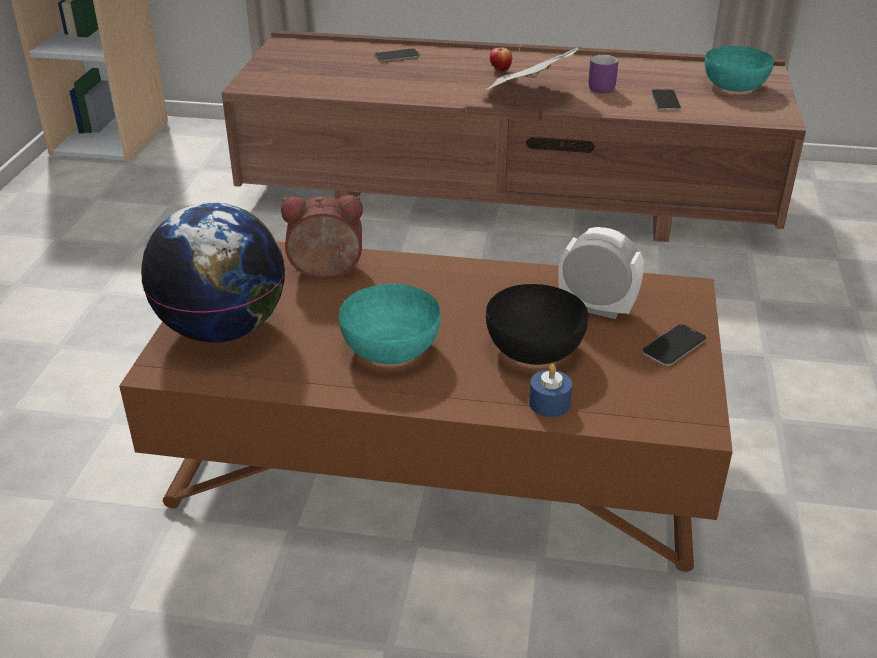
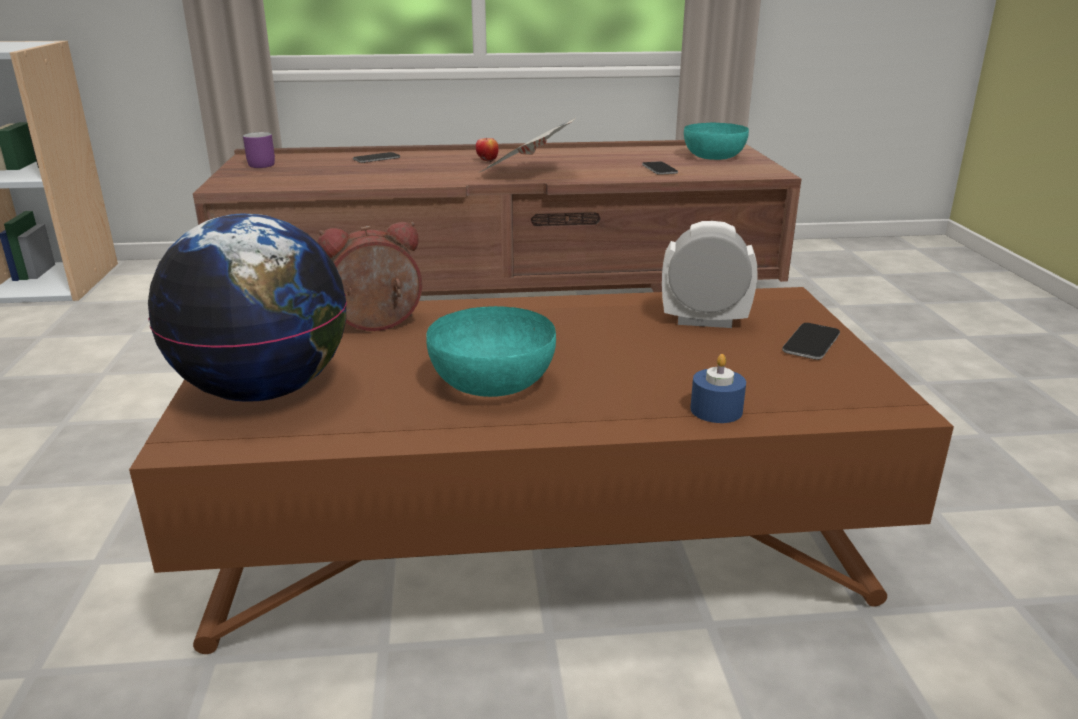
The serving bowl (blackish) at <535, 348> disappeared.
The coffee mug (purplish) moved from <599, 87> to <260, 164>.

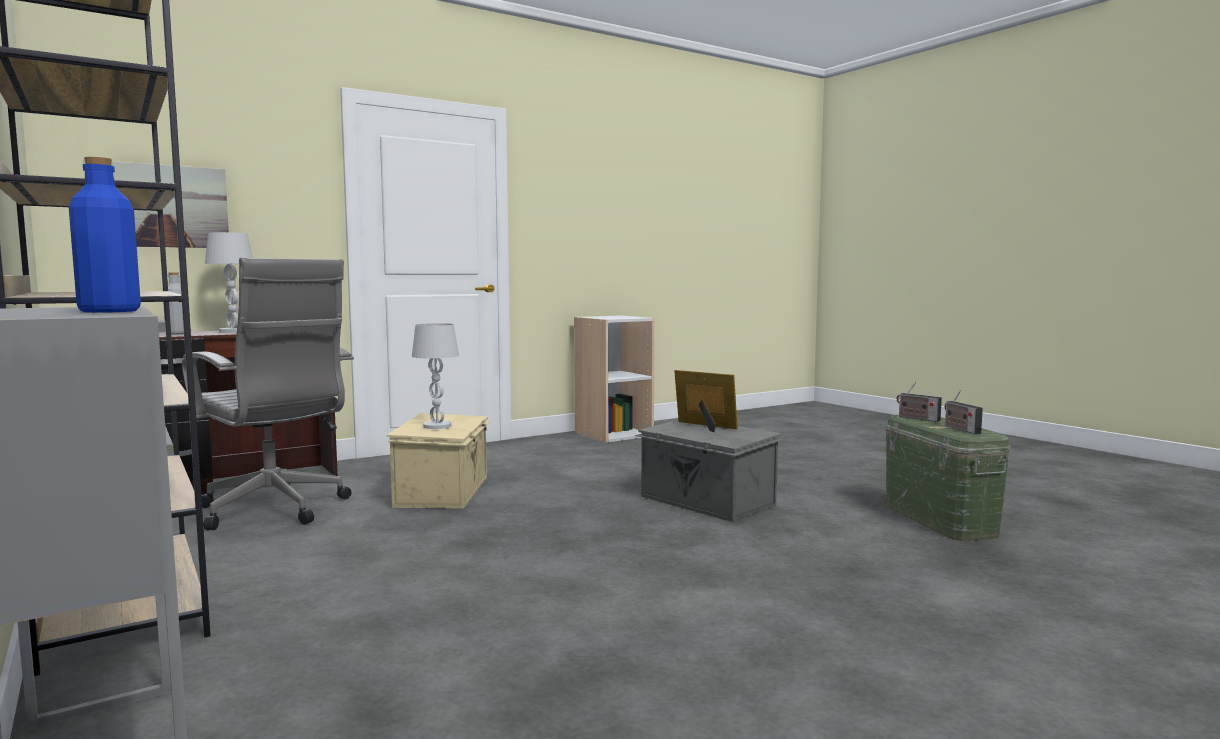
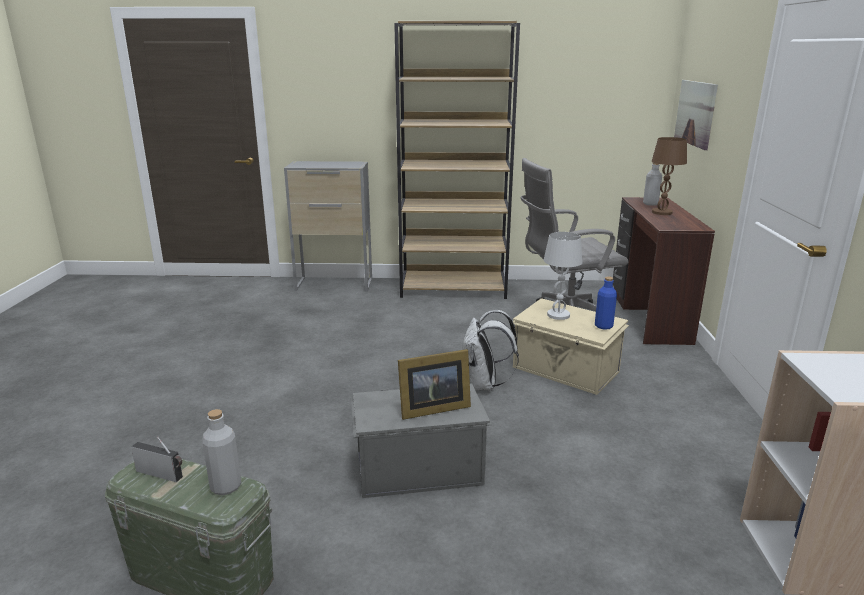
The knapsack (white) at <484, 385> appeared.
The beverage bottle (blue) moved from <109, 311> to <603, 326>.
The radio set at <916, 418> was replaced by the beverage bottle (grey) at <226, 486>.
The tabletop lamp (white) at <234, 331> became the tabletop lamp (brown) at <662, 212>.

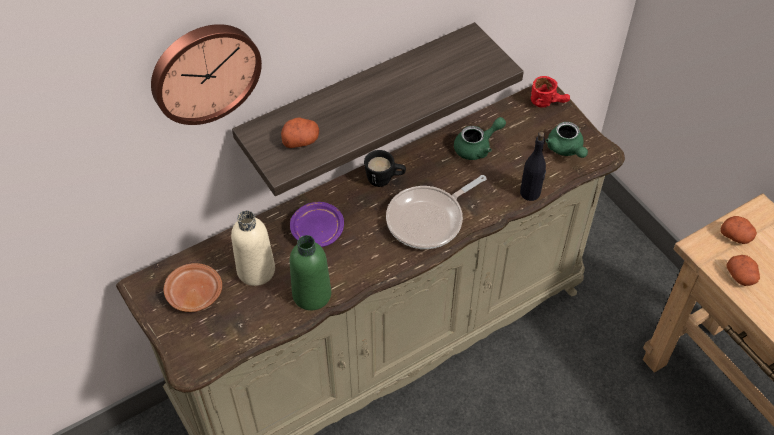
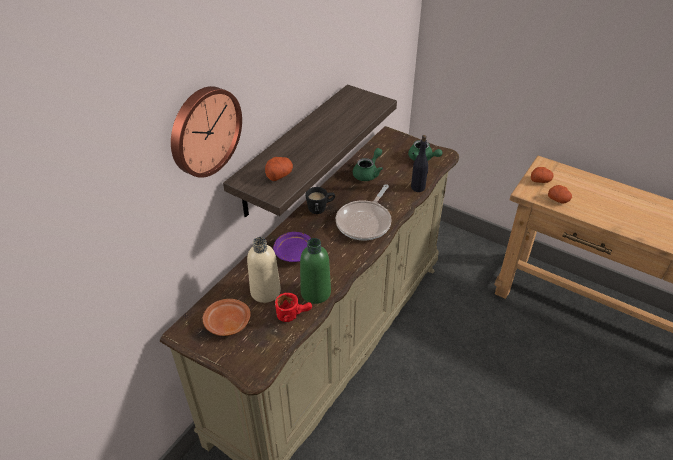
The coffee mug (red-coloured) moved from <549, 102> to <294, 314>.

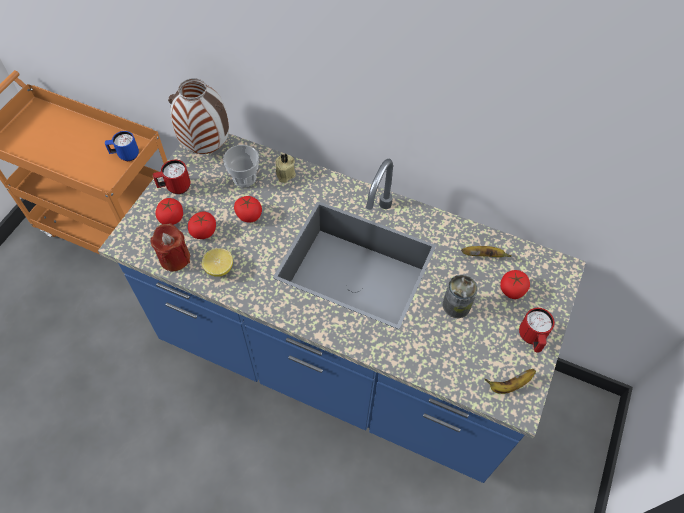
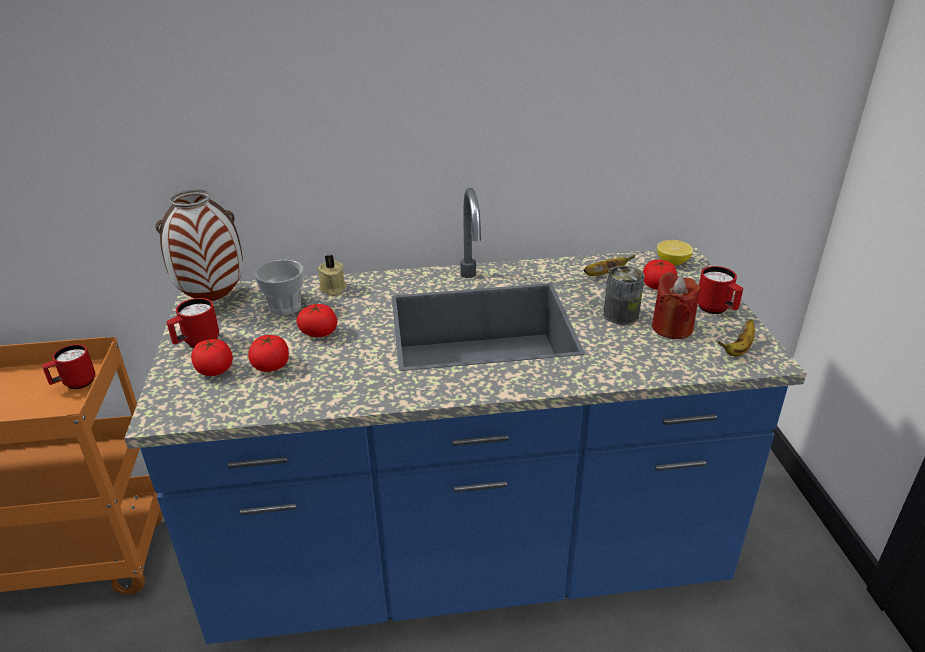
The candle (red-coloured) moved from <174, 258> to <672, 328>.
The citrus fruit moved from <219, 268> to <672, 262>.
The coffee mug (blue) at <125, 155> became the coffee mug (red-coloured) at <74, 384>.

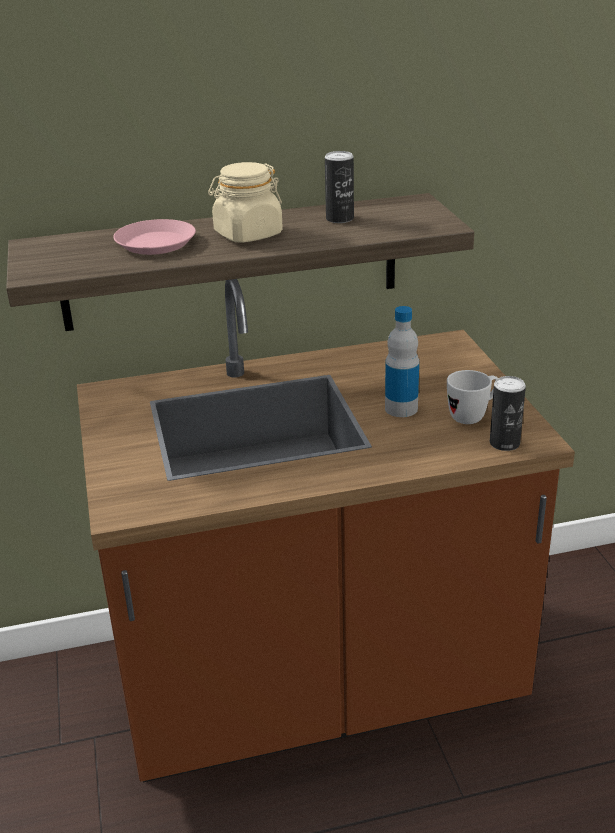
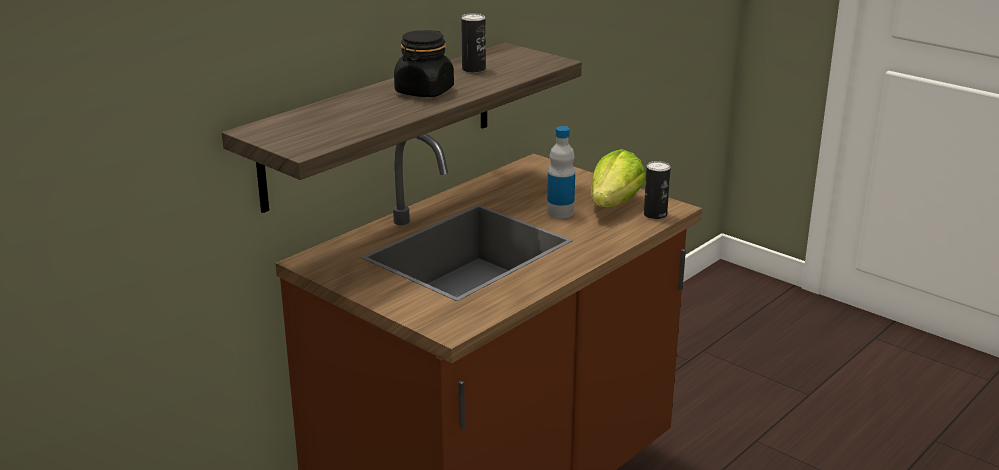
The plate (pinkish) at <155, 243> disappeared.
The coffee mug (white) at <473, 416> was replaced by the lettuce at <614, 204>.
The preserve jar (beige-coloured) at <248, 234> became the preserve jar (blackish) at <424, 91>.

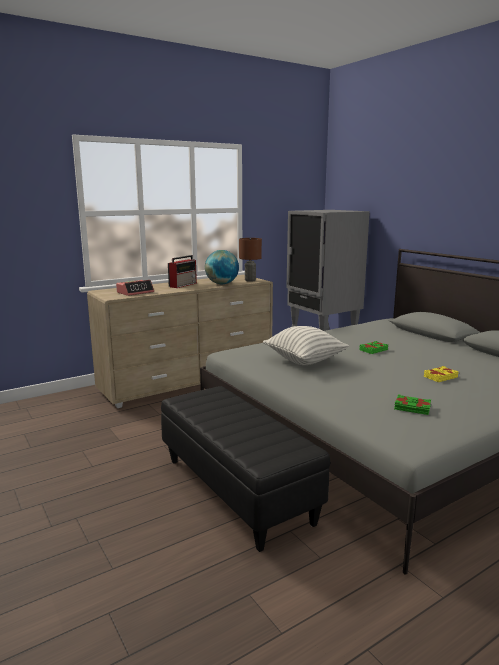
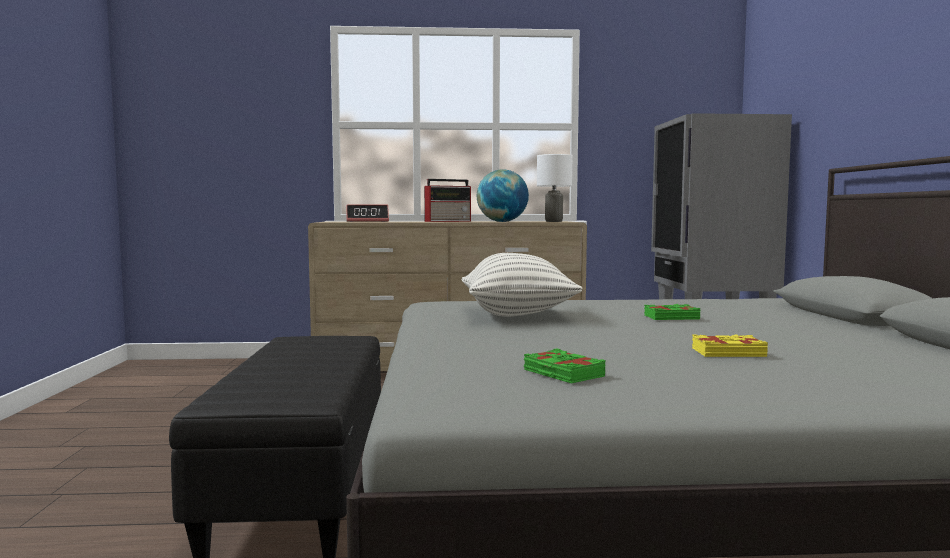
The tabletop lamp (brown) at <251, 280> became the tabletop lamp (white) at <554, 221>.

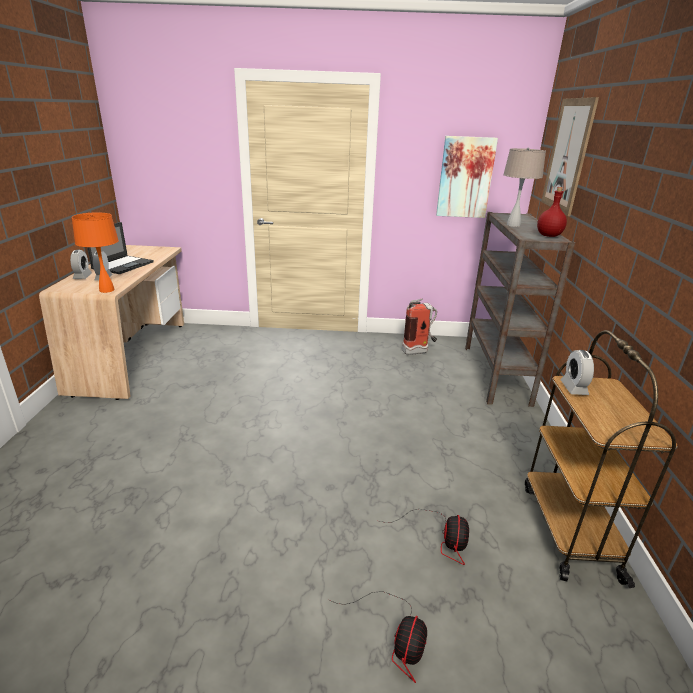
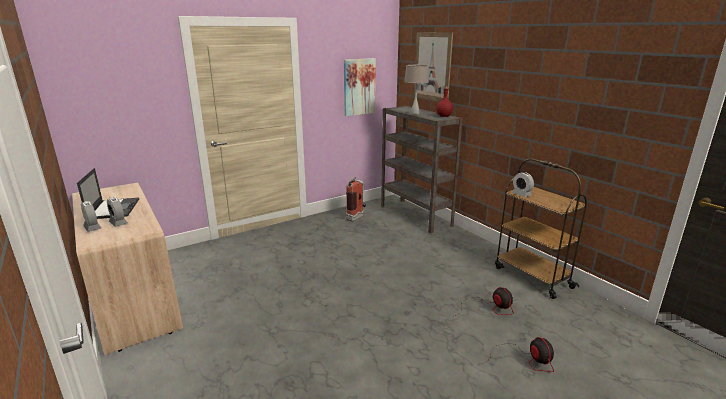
The tabletop lamp (orange-coloured) at <107, 290> disappeared.

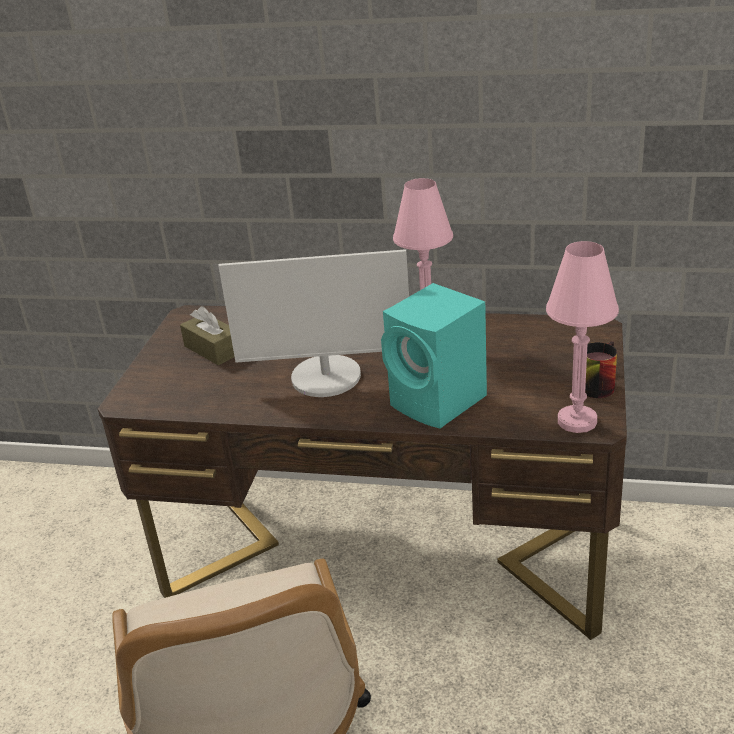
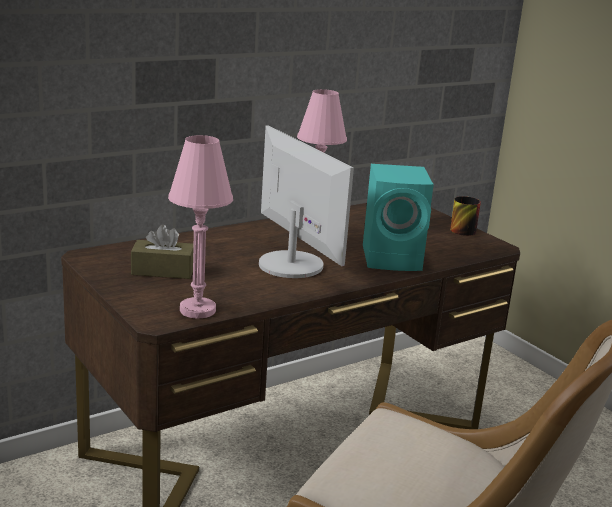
The tabletop lamp (pinkish) moved from <577, 421> to <197, 310>.
The computer display at <326, 377> turned 75 degrees counterclockwise.

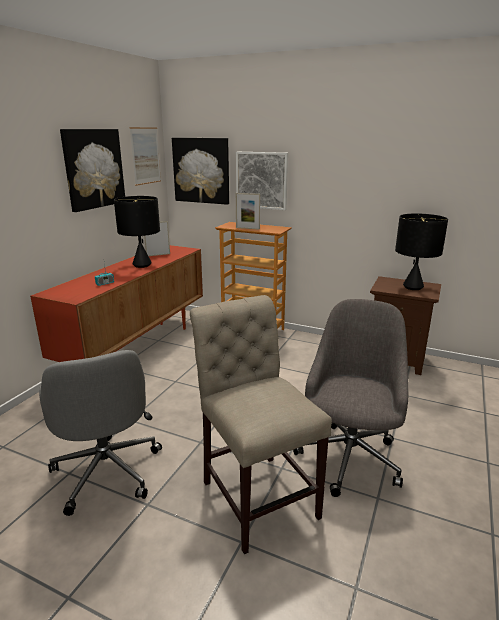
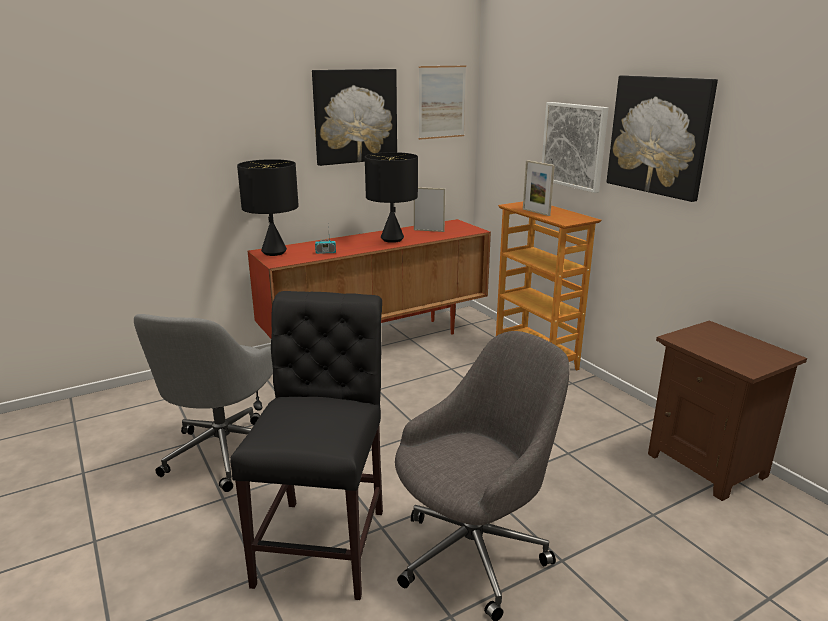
The wall picture moved from <201, 170> to <659, 136>.
The tabletop lamp (blackish) moved from <413, 287> to <274, 253>.
The plain chair (beige-coloured) at <256, 494> became the plain chair (blackish) at <325, 540>.

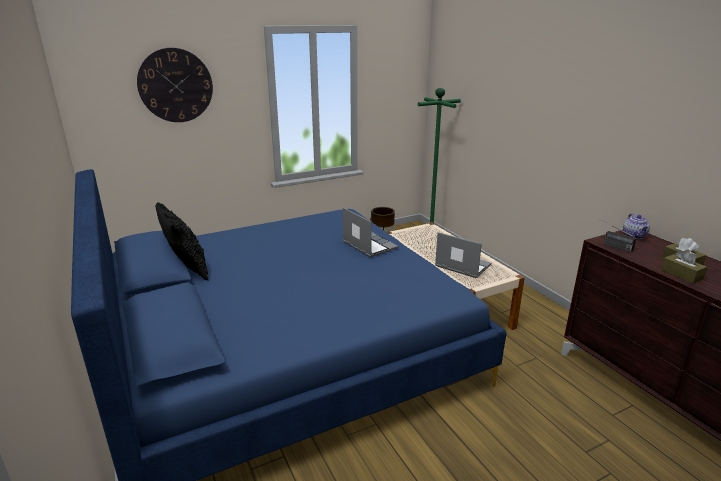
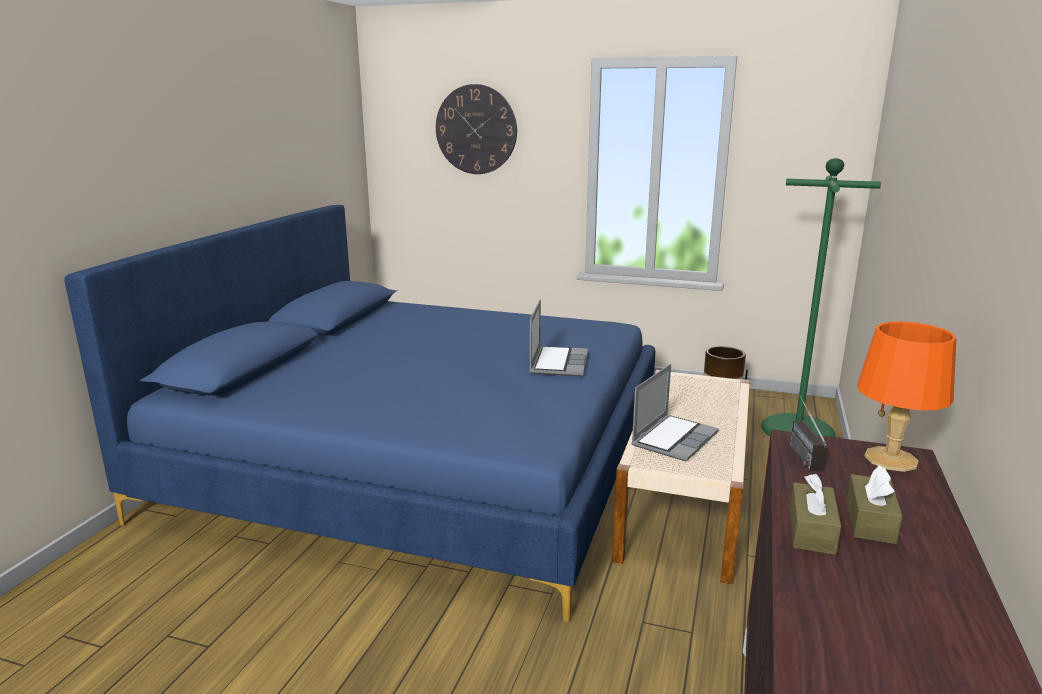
The throw pillow (blackish) at <188, 269> disappeared.
The pot for tea at <634, 236> was replaced by the tabletop lamp (orange-coloured) at <891, 460>.
The portable computer at <461, 266> turned 45 degrees clockwise.

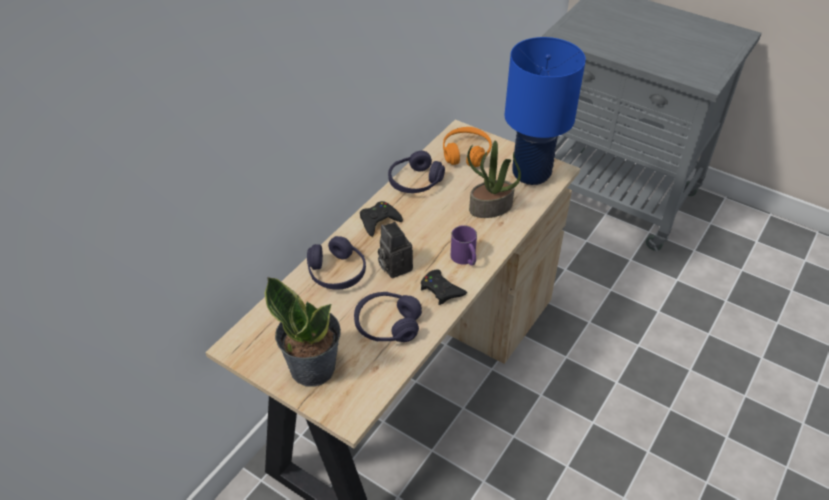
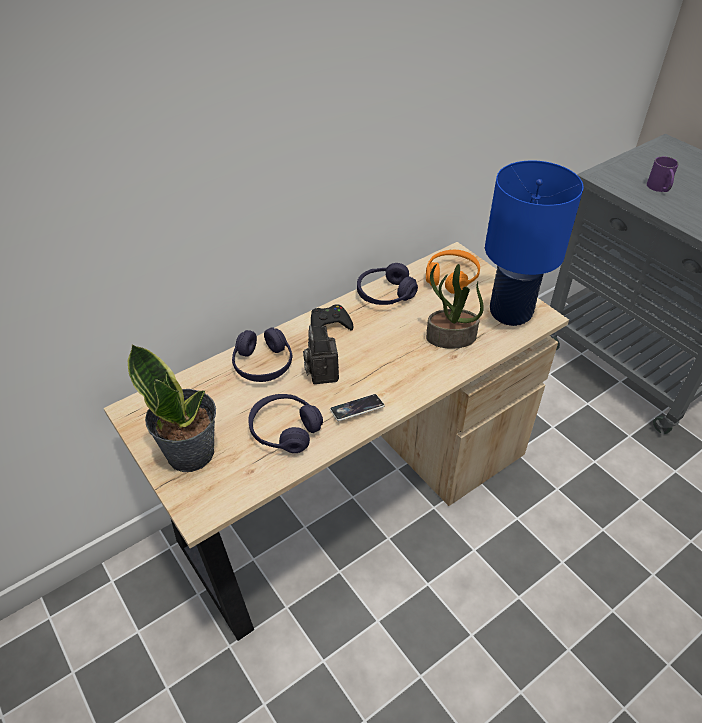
The coffee mug (purplish) moved from <465, 259> to <660, 188>.
The joypad (blackish) at <441, 290> was replaced by the phone at <357, 409>.

